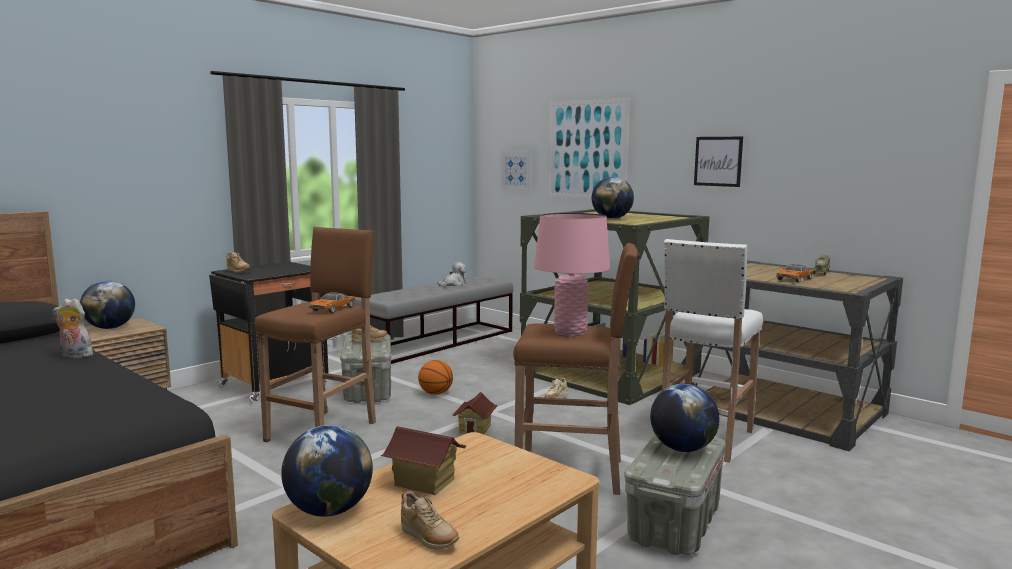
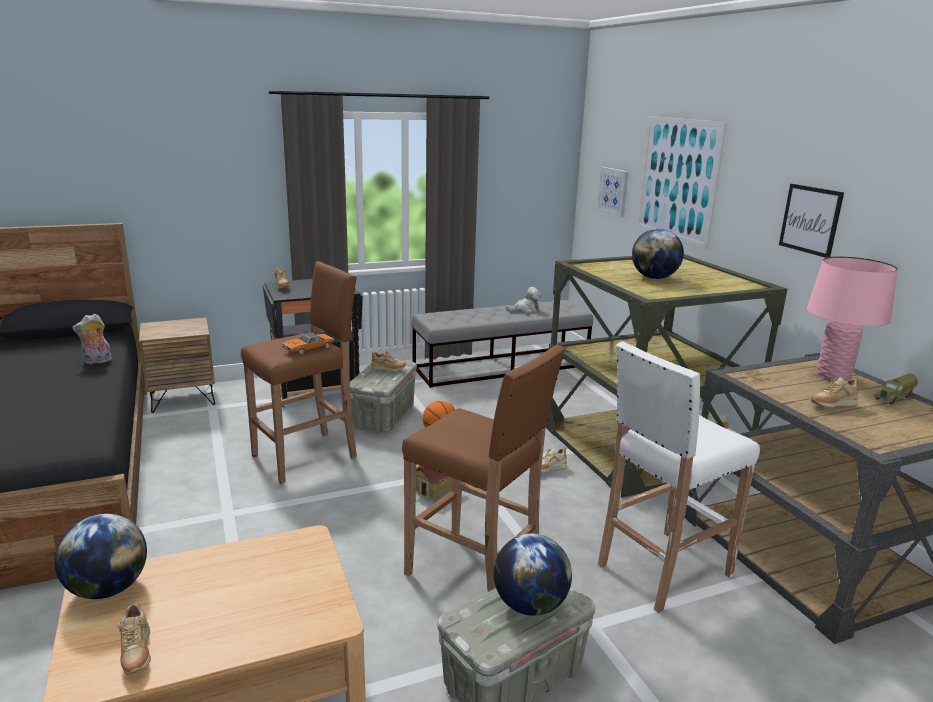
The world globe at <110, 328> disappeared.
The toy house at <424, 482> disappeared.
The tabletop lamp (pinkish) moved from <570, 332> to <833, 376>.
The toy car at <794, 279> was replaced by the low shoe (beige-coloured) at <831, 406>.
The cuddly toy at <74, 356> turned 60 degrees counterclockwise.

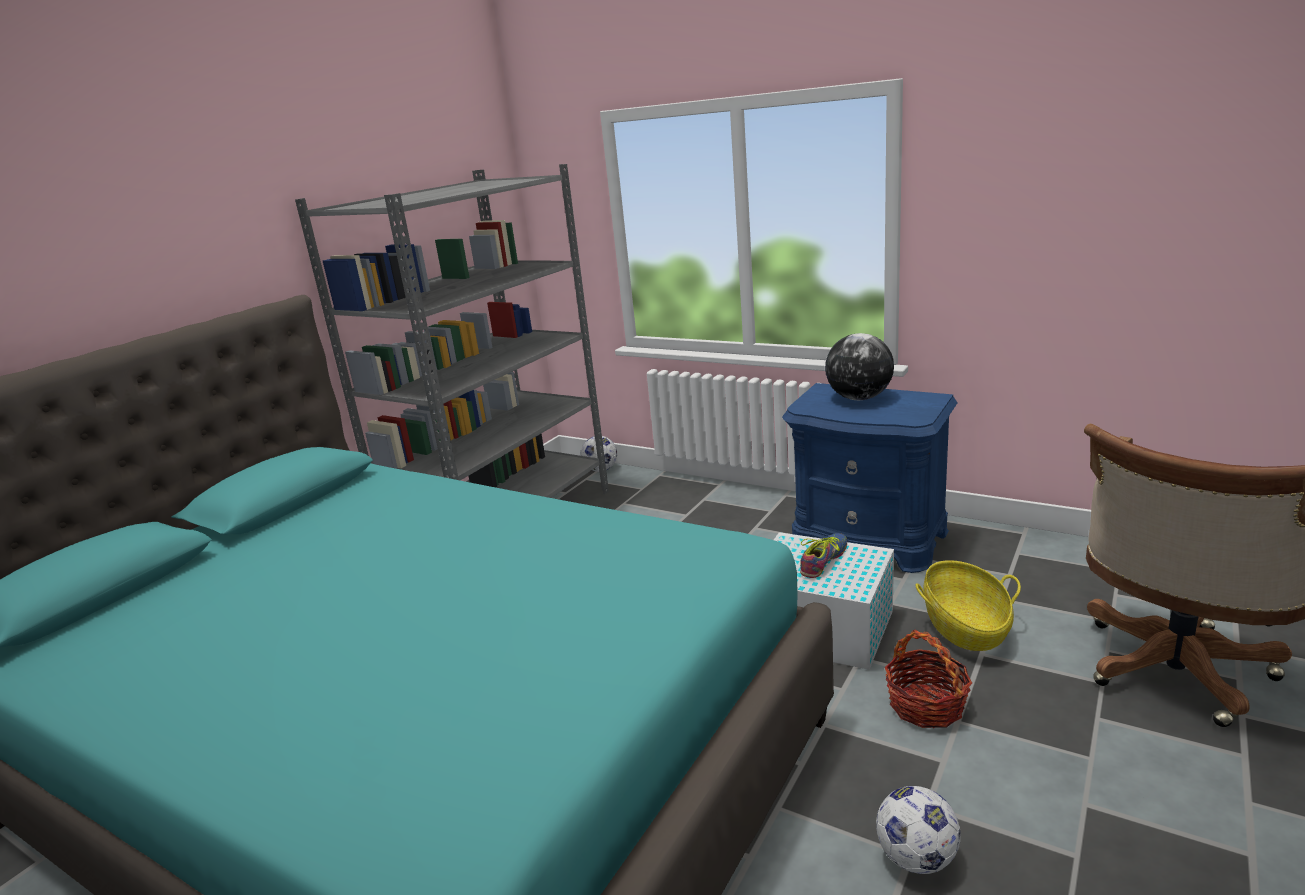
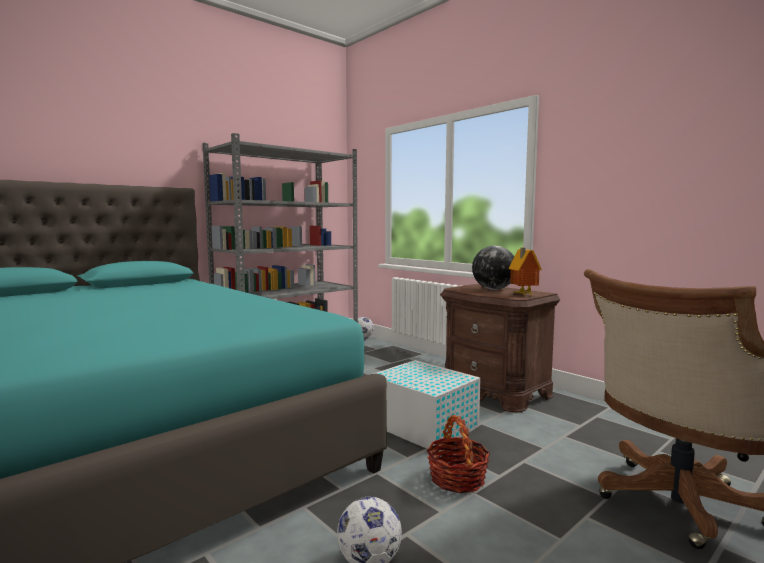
The low shoe at <823, 560> disappeared.
The basket at <965, 627> disappeared.
The toy house at <522, 294> appeared.
The nightstand (blue) at <867, 542> became the nightstand (brown) at <492, 392>.

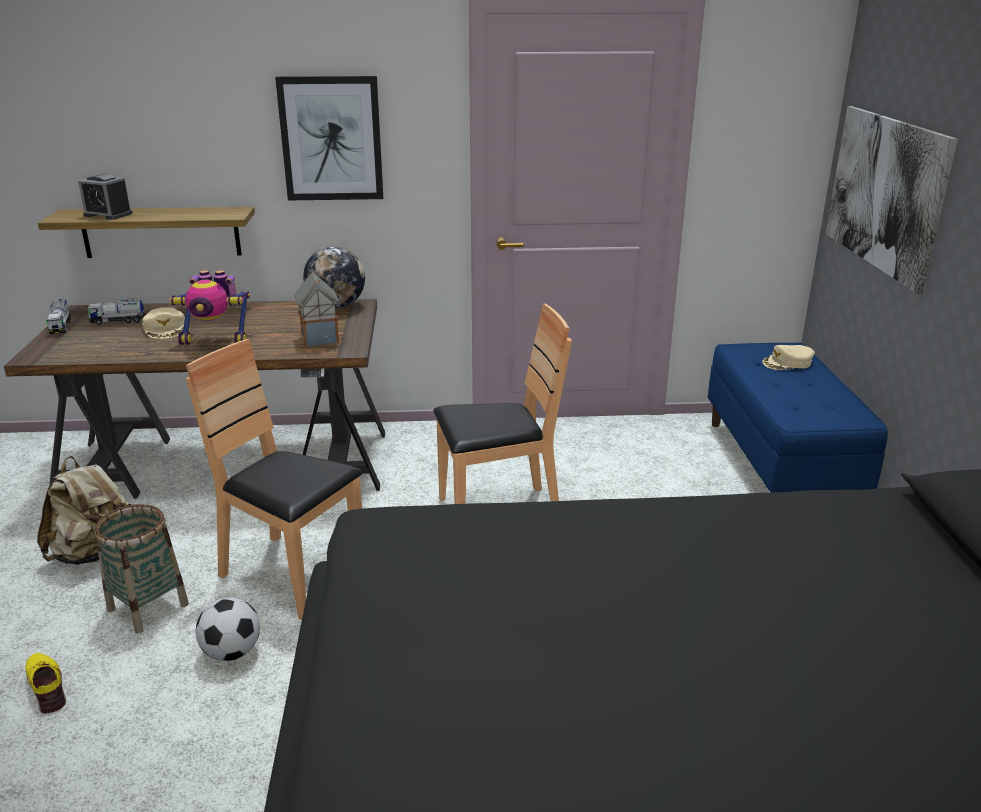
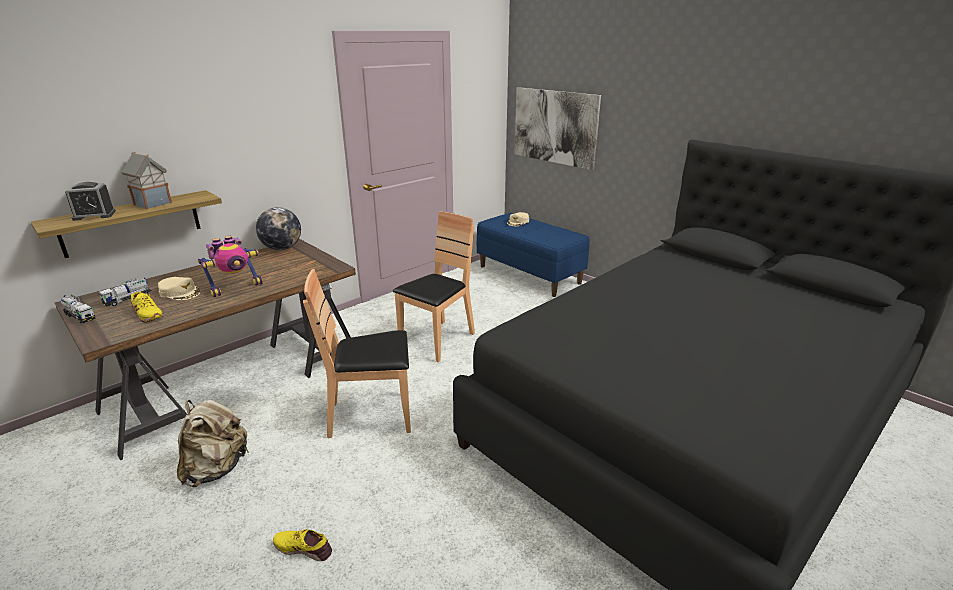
The basket at <148, 607> disappeared.
The ball for football at <232, 652> disappeared.
The wall picture at <331, 139> disappeared.
The low shoe (yellow) at <147, 314> appeared.
The toy house moved from <320, 339> to <153, 204>.

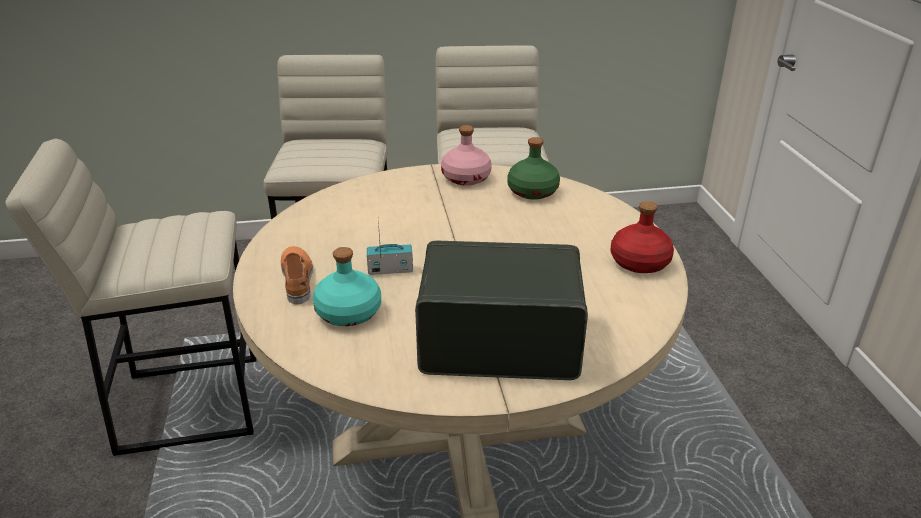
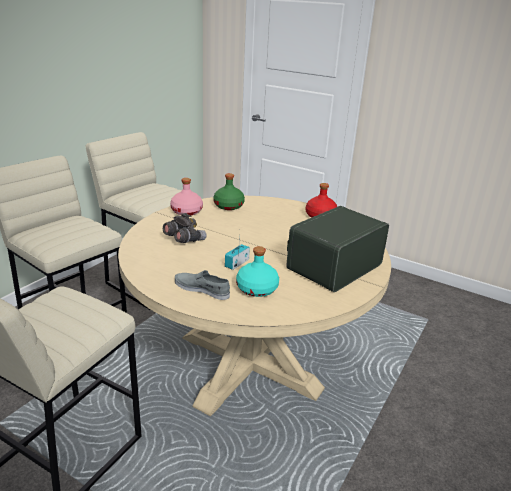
The binoculars (grey) at <184, 240> appeared.
The low shoe (orange-coloured) at <297, 279> became the low shoe (grey) at <202, 289>.

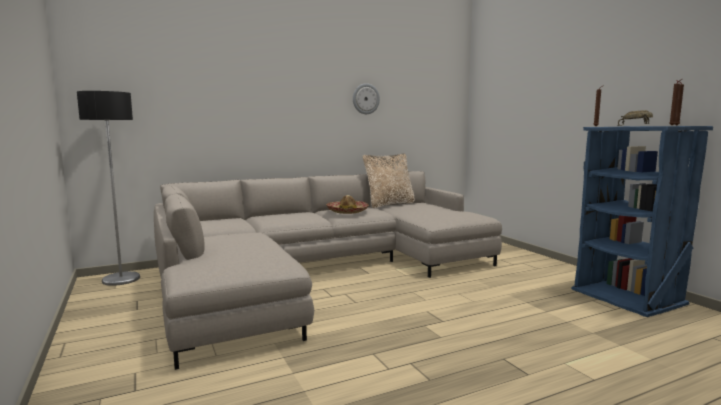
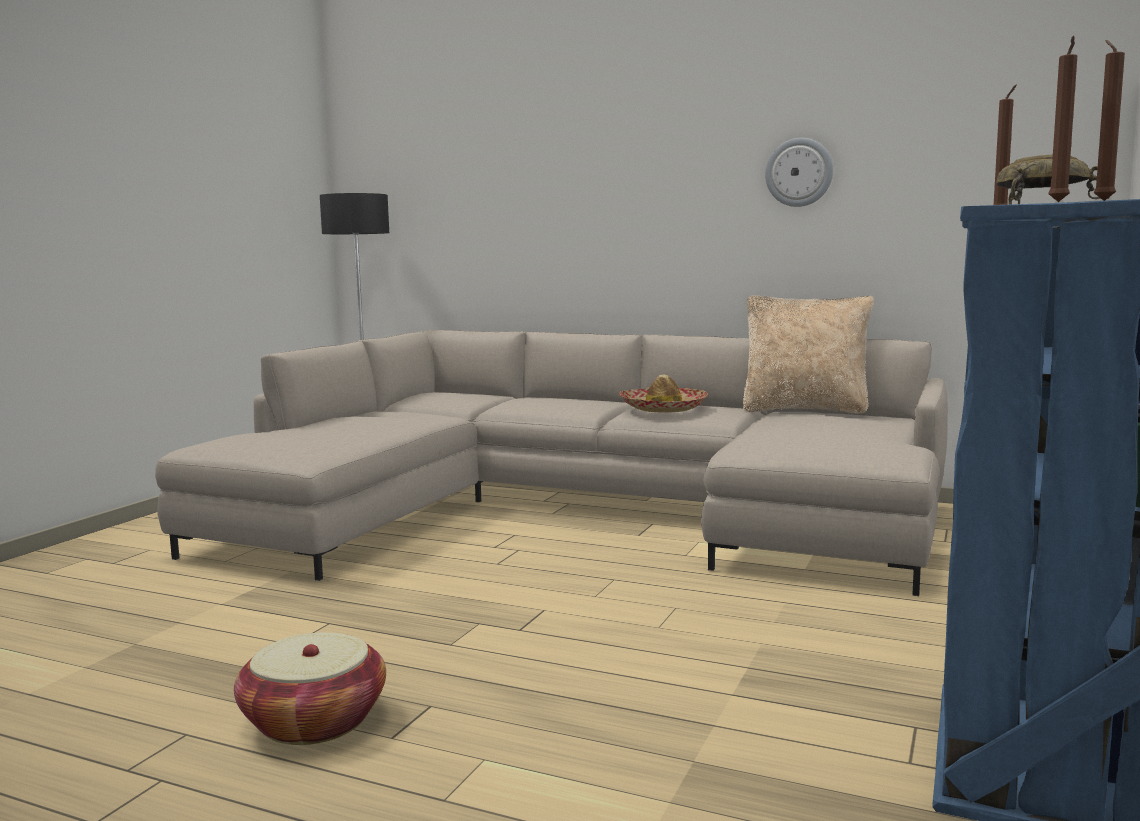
The basket at <314, 721> appeared.

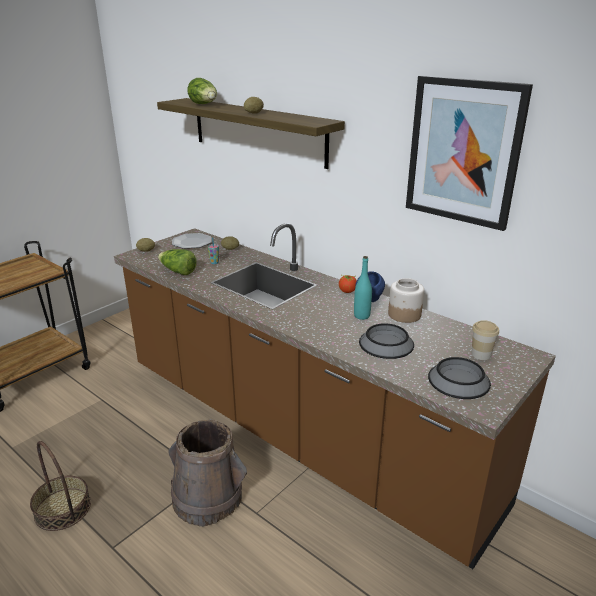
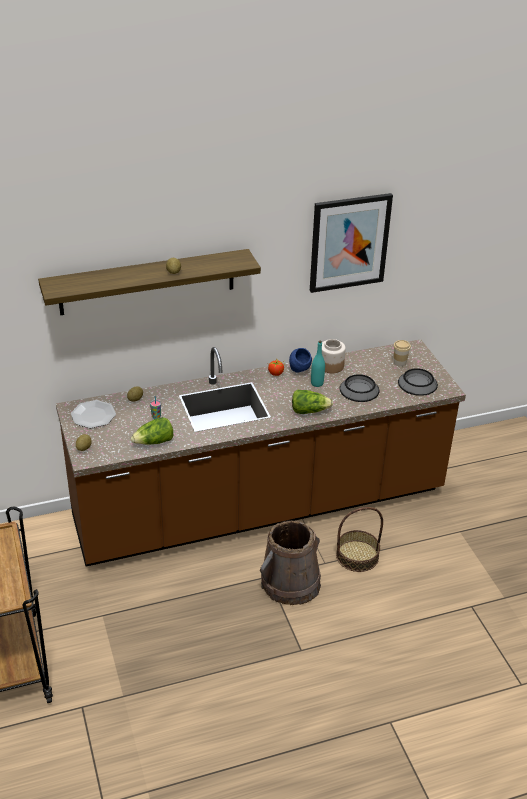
The basket moved from <63, 509> to <357, 556>.
The lettuce moved from <205, 105> to <309, 410>.

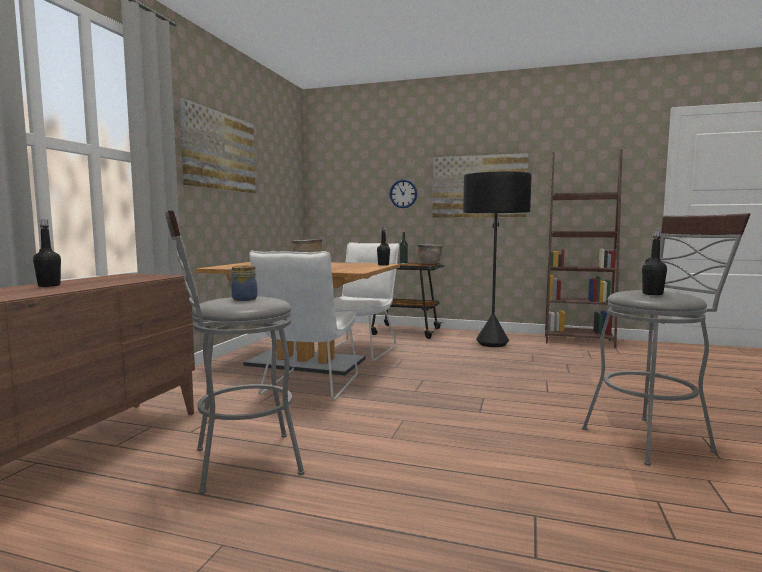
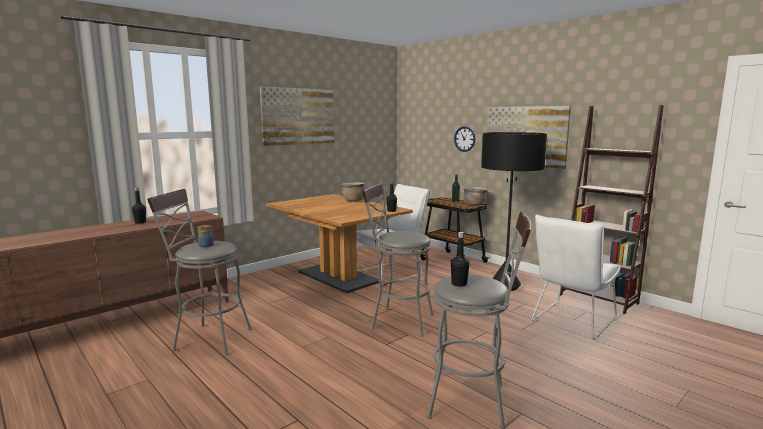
The sitting stool (grey) at <397, 321> appeared.
The plain chair (white) moved from <308, 387> to <571, 321>.

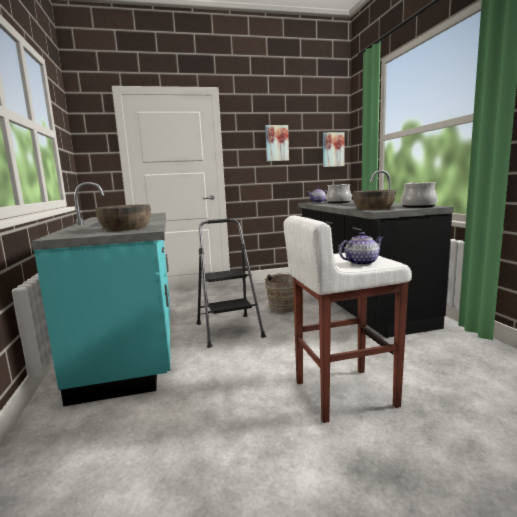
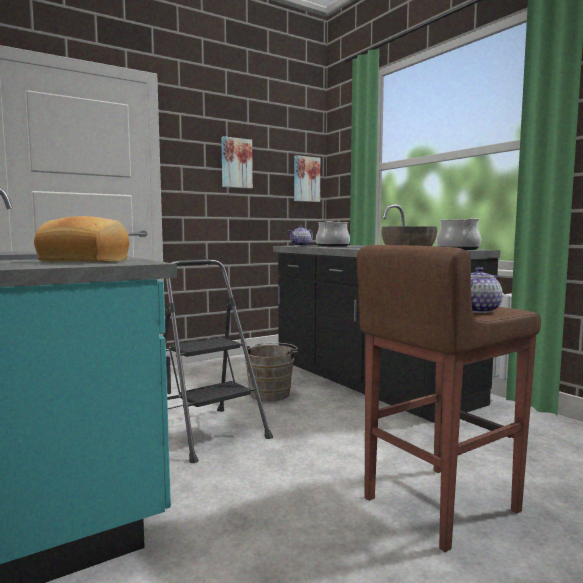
The serving bowl (brown) at <126, 228> was replaced by the baked bread at <86, 261>.
The sitting stool (white) at <342, 393> became the sitting stool (brown) at <438, 504>.

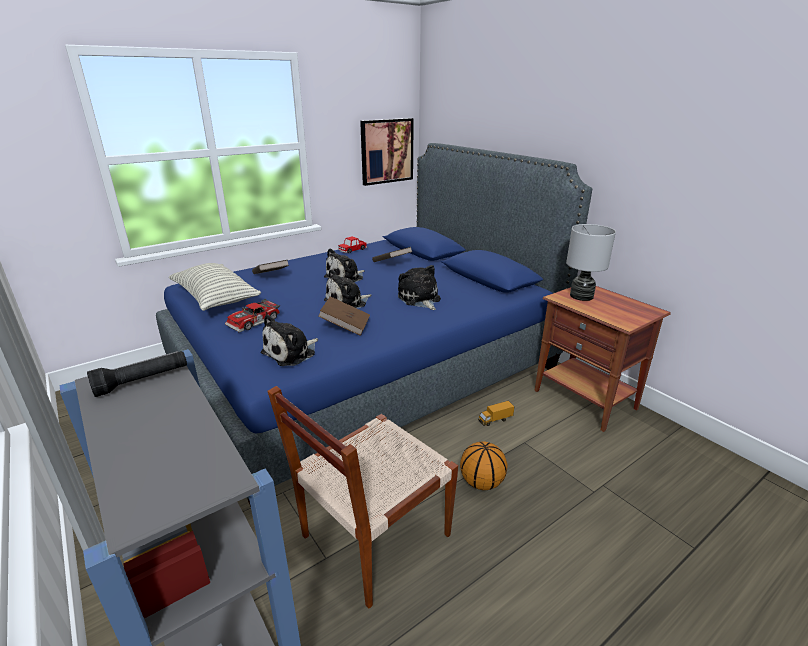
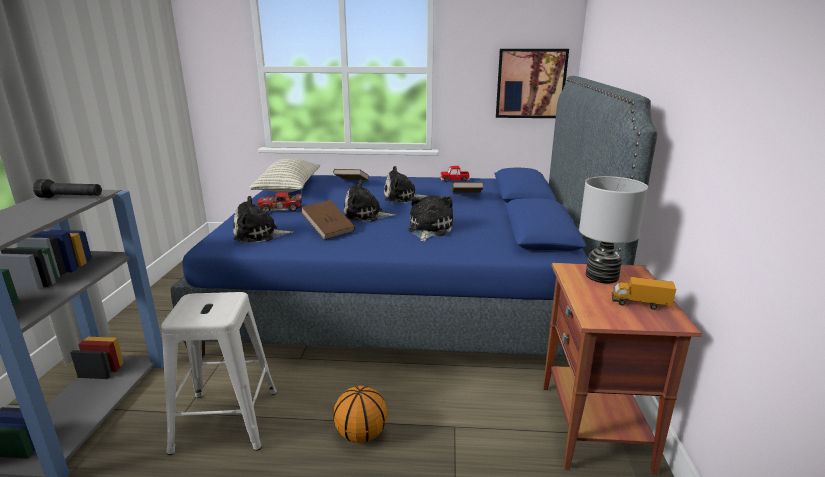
The toy truck moved from <495, 420> to <640, 304>.
The plain chair at <372, 538> was replaced by the sitting stool (white) at <226, 420>.

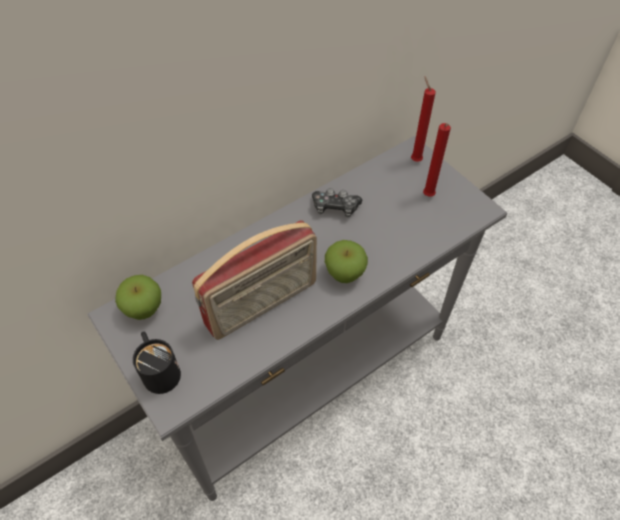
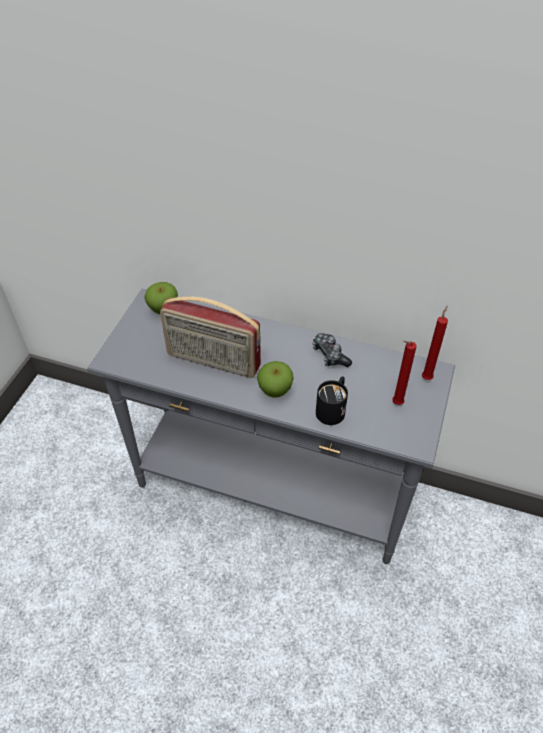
The coffee mug (blackish) moved from <159, 369> to <333, 408>.

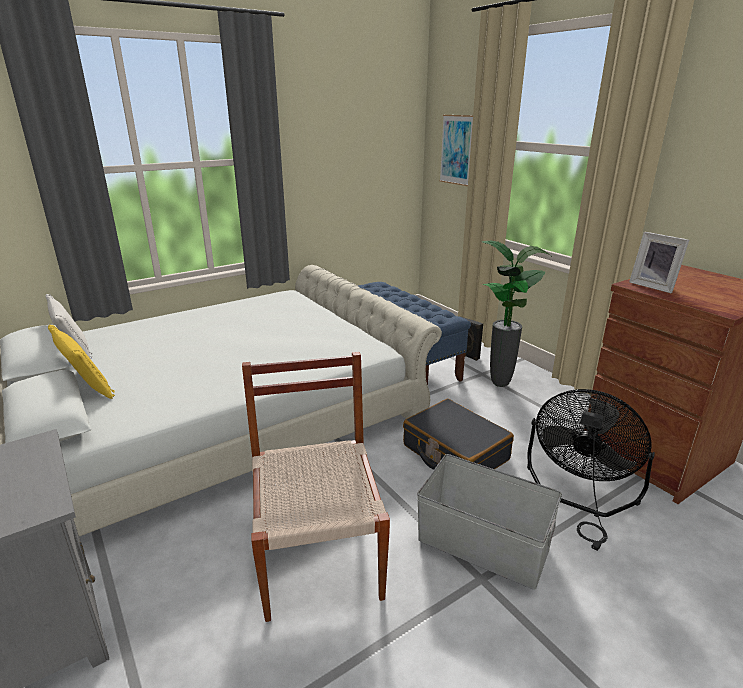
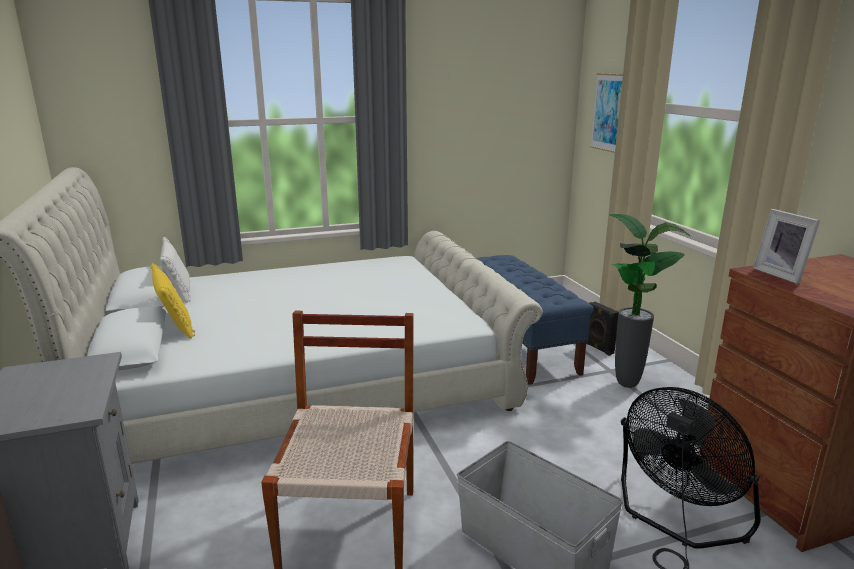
The travel case (blackish) at <454, 453> disappeared.

